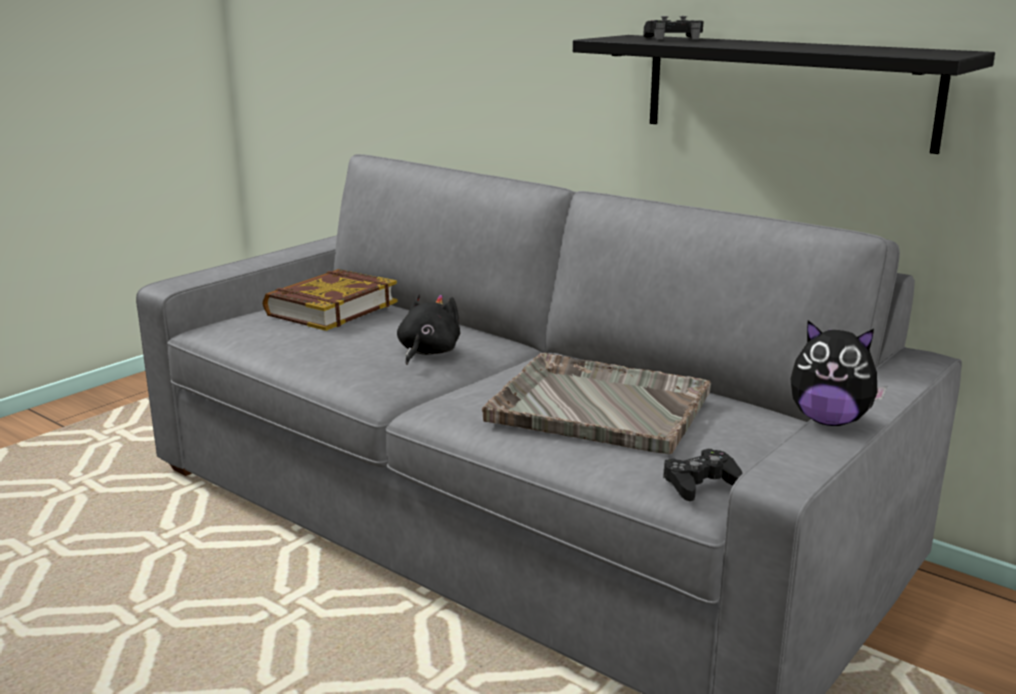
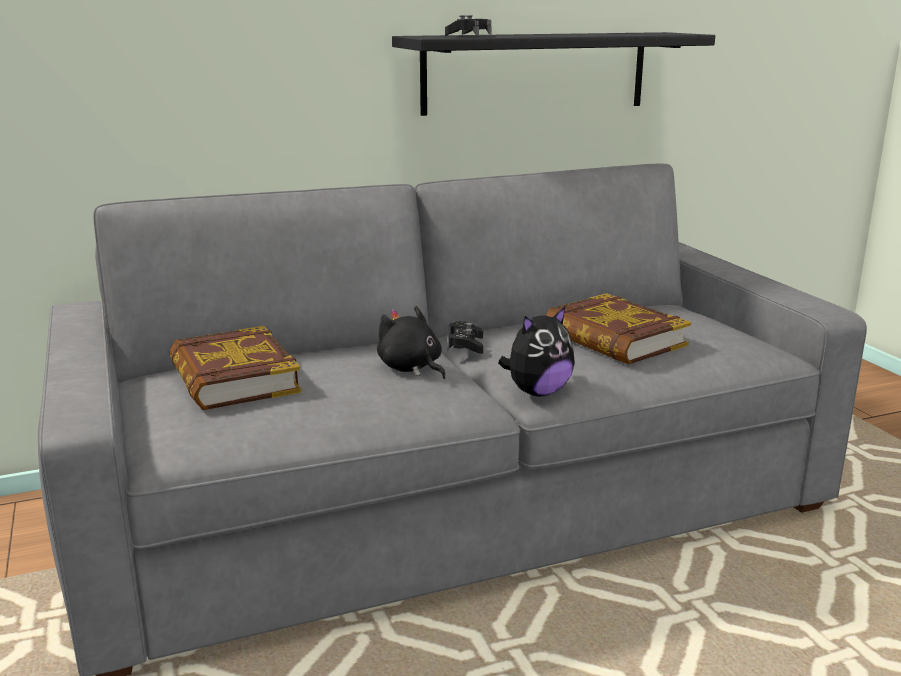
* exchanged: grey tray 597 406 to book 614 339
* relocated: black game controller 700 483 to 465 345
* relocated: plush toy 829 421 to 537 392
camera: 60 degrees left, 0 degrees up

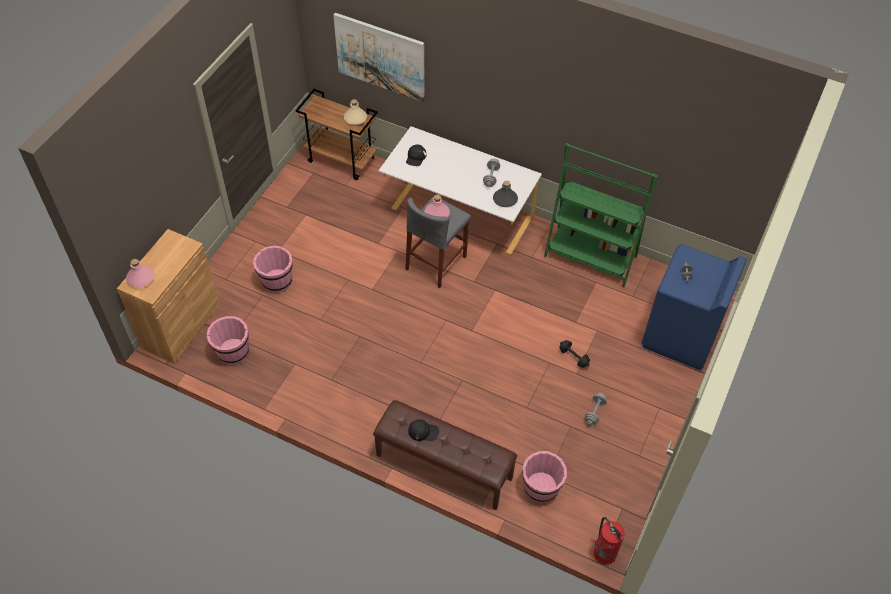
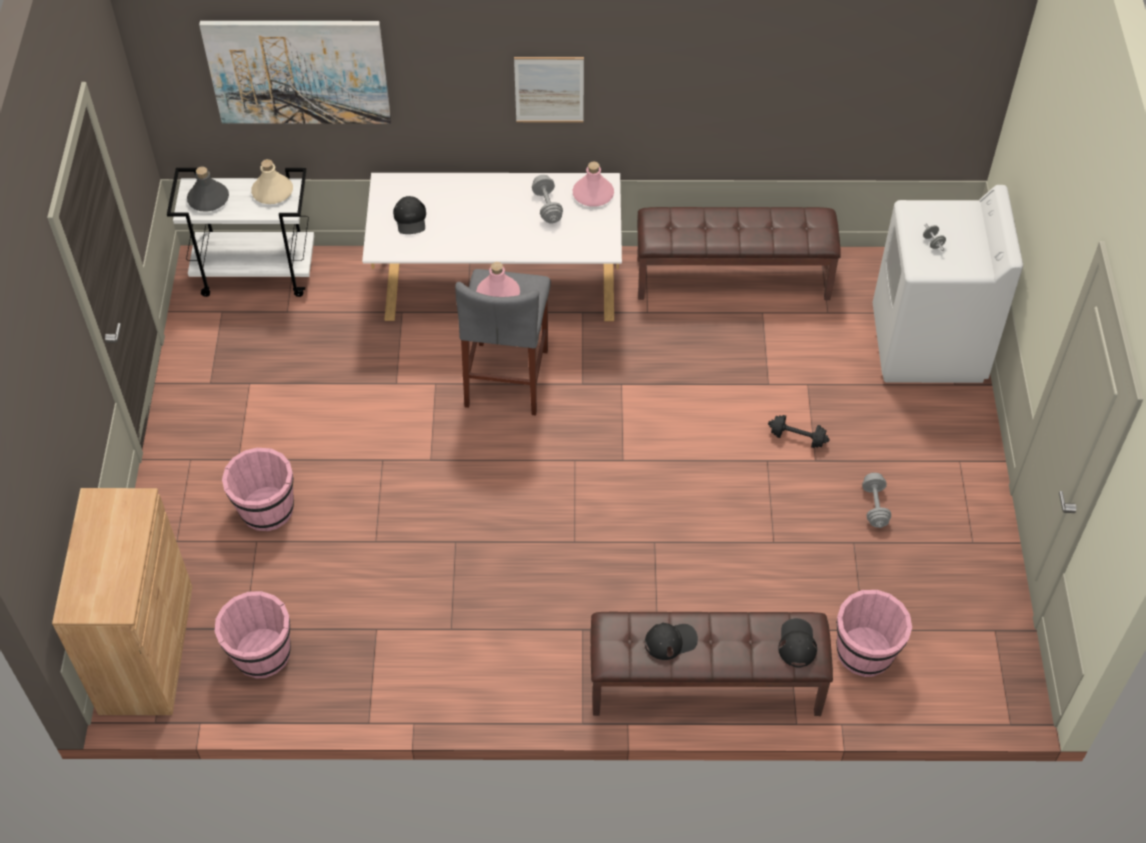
* relocated: pink bottle 140 278 to 593 194
* colour: brown cart 342 159 to white cart 257 272
* relocated: grey bottle 505 199 to 209 199
* exchanged: green bookcase 590 256 to brown bench 733 277
* missing: fire extinguisher 604 553
* colour: blue washing machine 680 336 to white washing machine 928 344
* appeared: picture 549 89
* appeared: black cap 797 643
camera: 25 degrees left, 0 degrees up

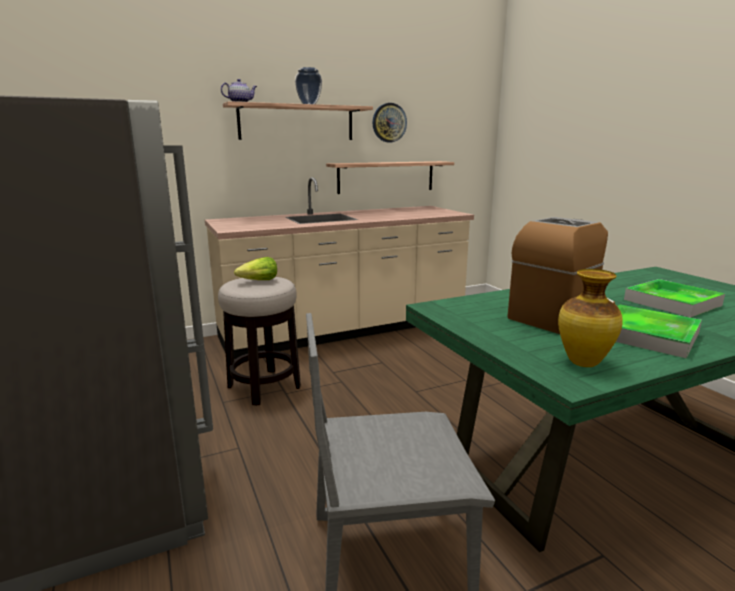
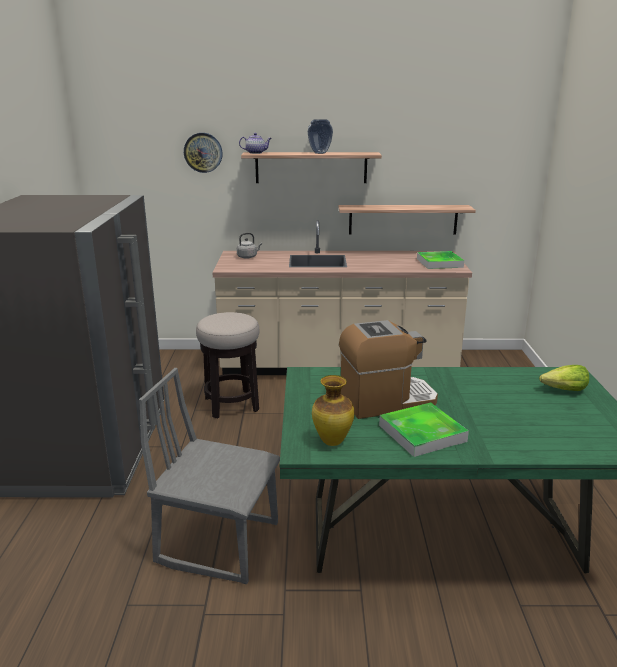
* relocated: lettuce 259 281 to 564 390
* relocated: wall clock 389 122 to 203 152
* relocated: tray 672 302 to 439 263
* appeared: grey kettle 248 257
camera: 25 degrees right, 5 degrees up

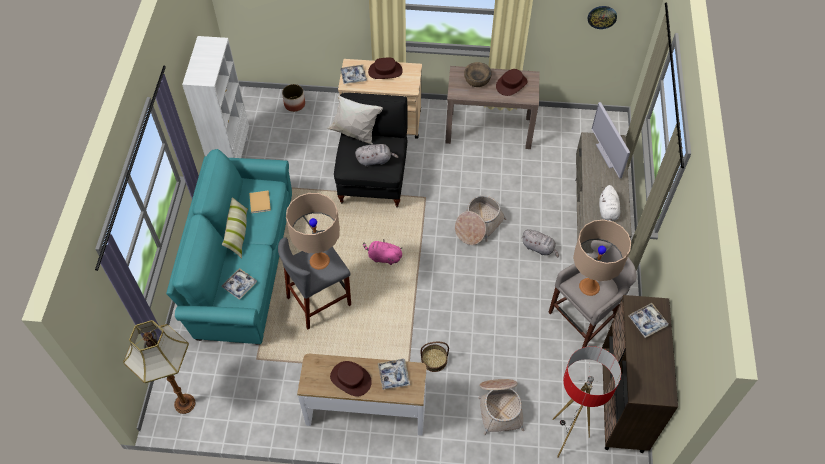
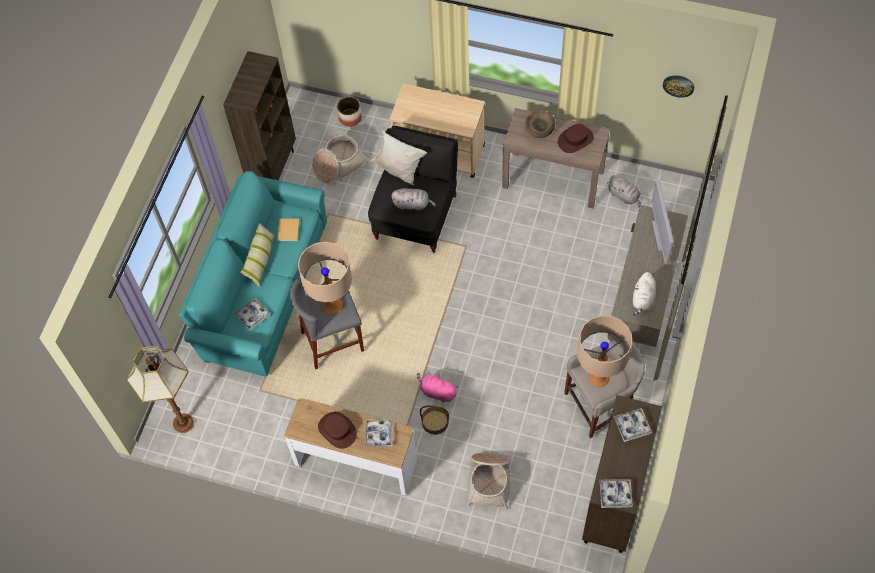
* colour: white bookcase 231 156 to brown bookcase 273 168
* relocated: tray 353 76 to 615 495
* relocated: pink plush toy 383 257 to 437 392
* missing: brown hat 385 71
* relocated: basket 478 225 to 338 164
* relocated: grey plush toy 539 248 to 624 196
* missing: floor lamp 566 437
camera: 15 degrees right, 5 degrees up

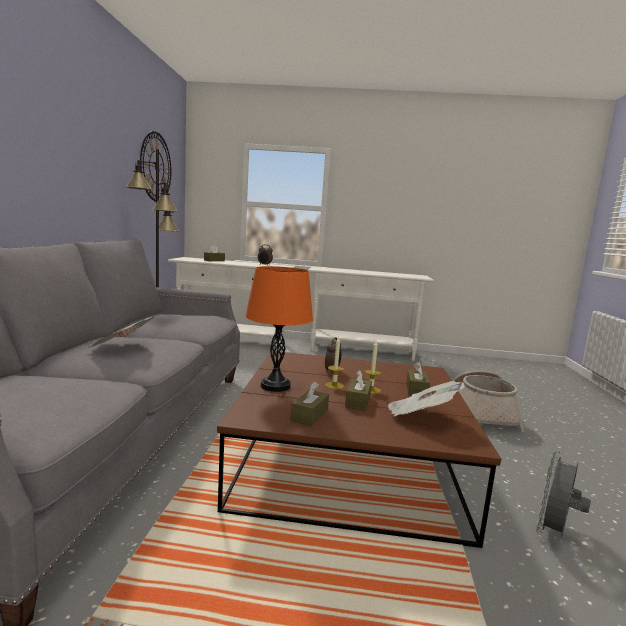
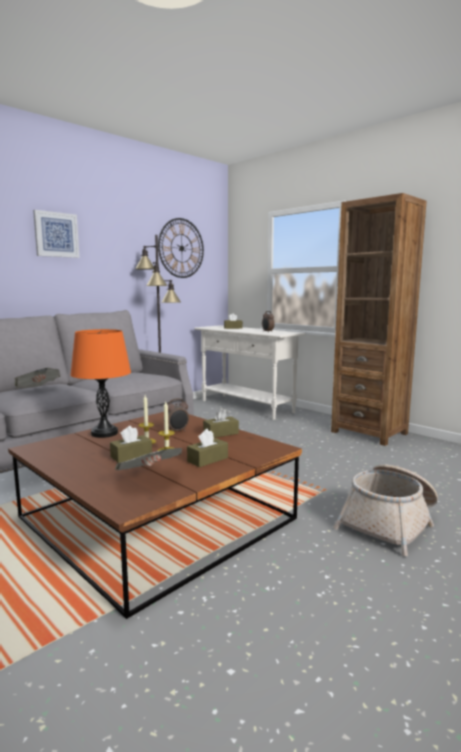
* relocated: brown tissue box 309 415 to 221 433
* exchanged: white console table 362 351 to brown bookcase 369 432
* missing: grey fan 553 533
* appeared: picture 56 234
camera: 40 degrees right, 0 degrees up

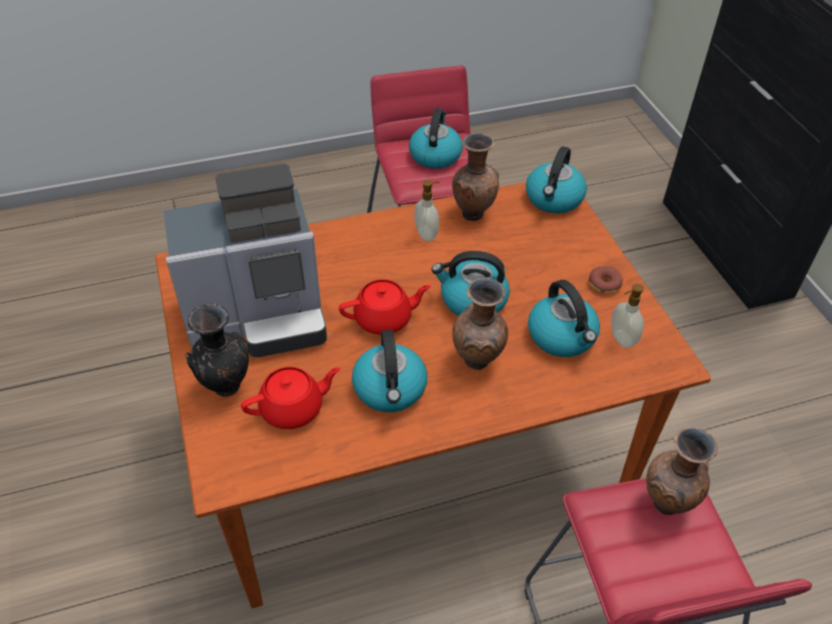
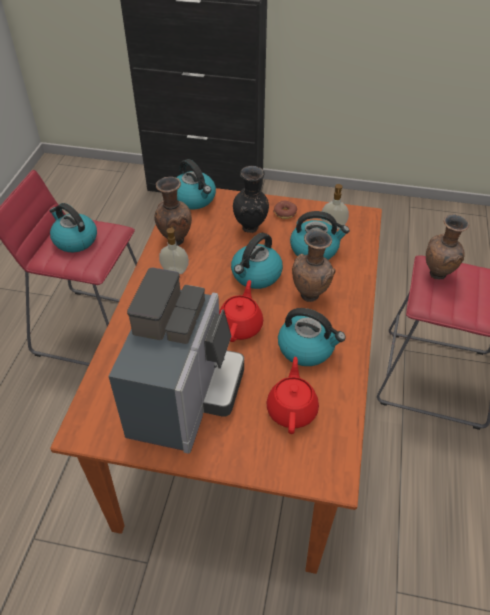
* relocated: black vase 226 389 to 251 229
camera: 60 degrees left, 0 degrees up

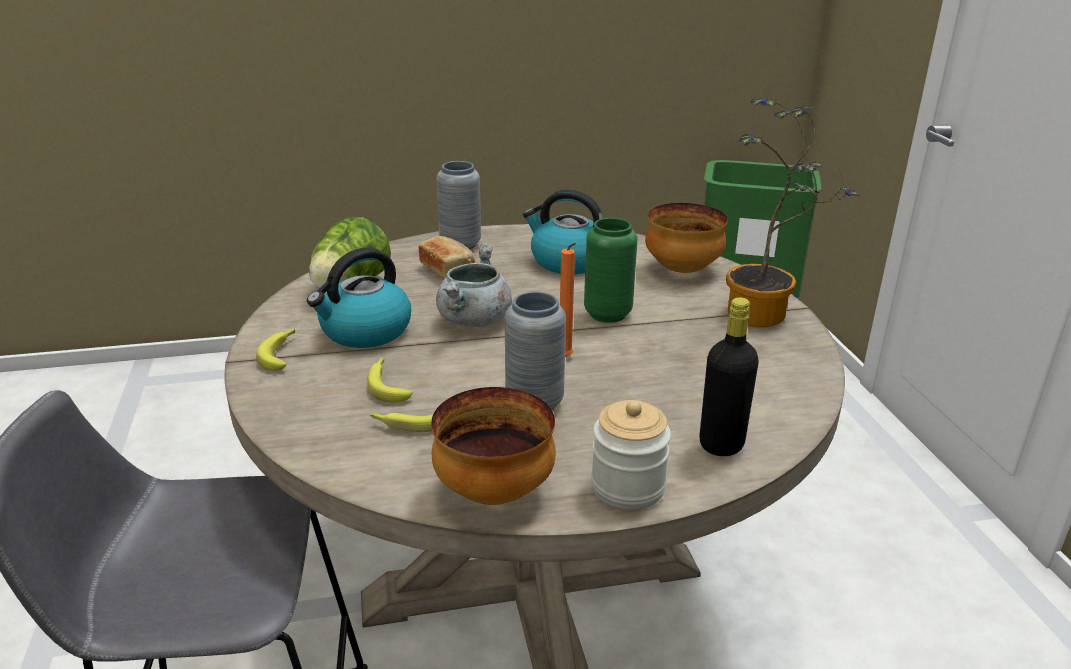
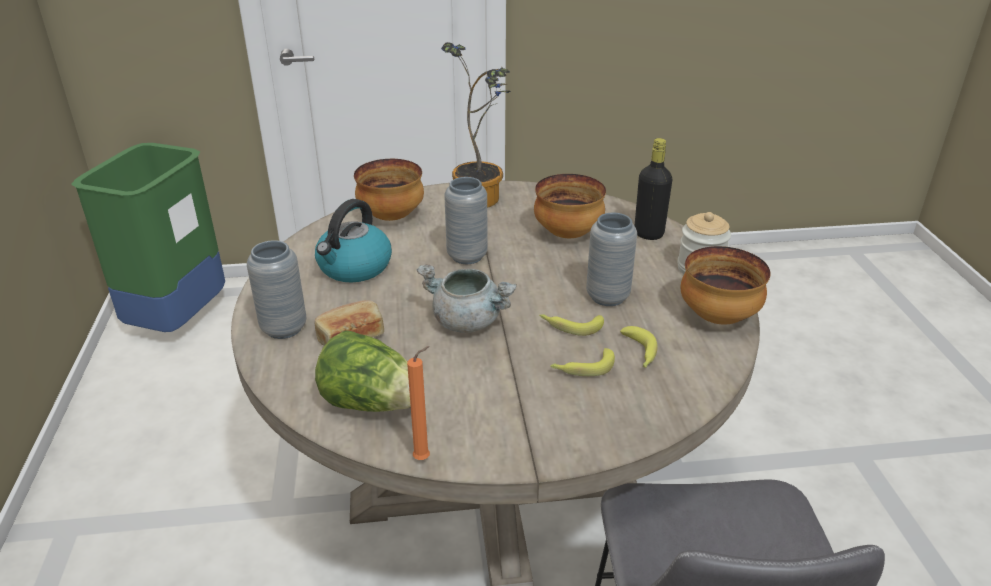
* relocated: banana 282 353 to 570 326
* missing: kettle 365 331
* relocated: orange candle 566 358 to 424 458
* colour: green vase 607 314 to grey vase 467 256
* appeared: bowl 568 234
camera: 85 degrees left, 5 degrees up

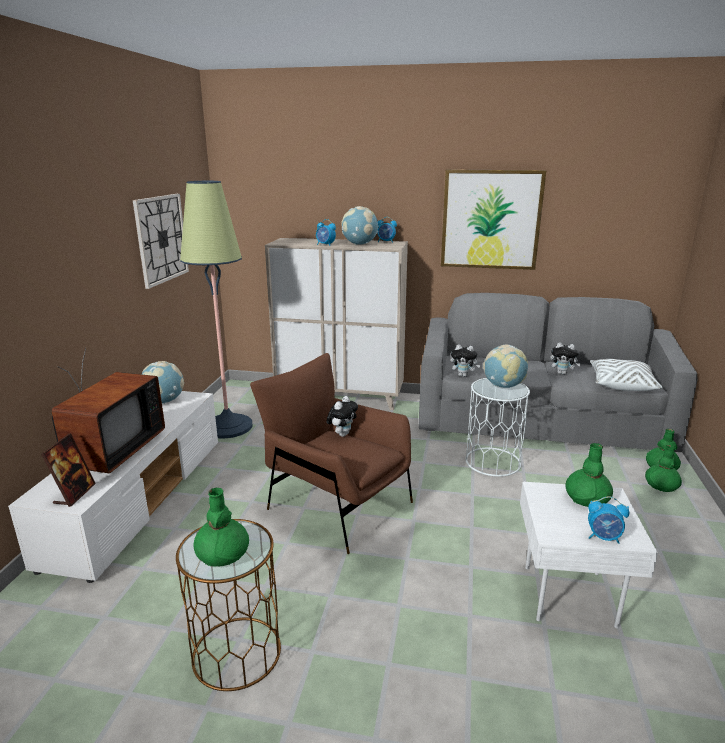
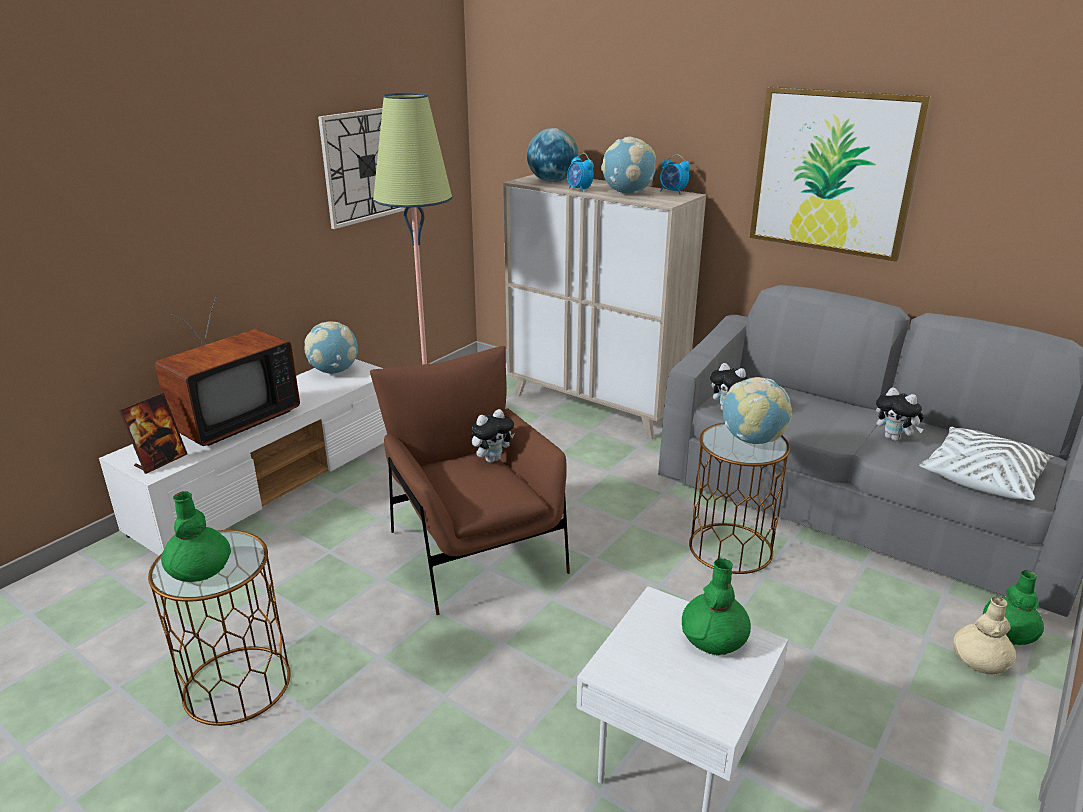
* colour: white side table 492 461 to brown side table 730 548
* missing: alarm clock 603 537
* colour: green vase 661 485 to beige vase 979 660
* appeared: globe 552 181
camera: 25 degrees right, 5 degrees up

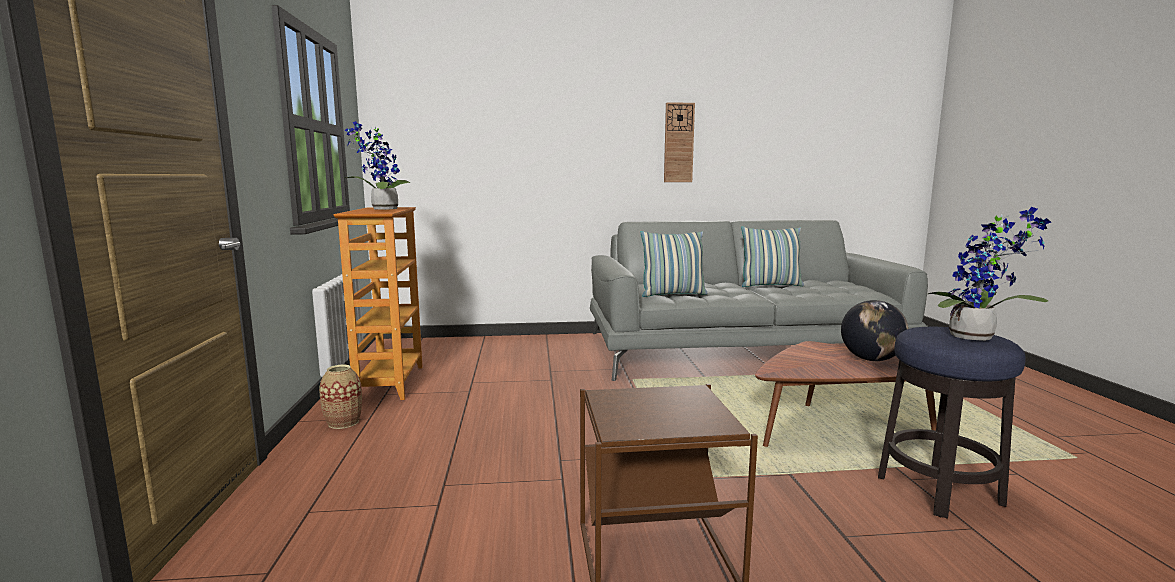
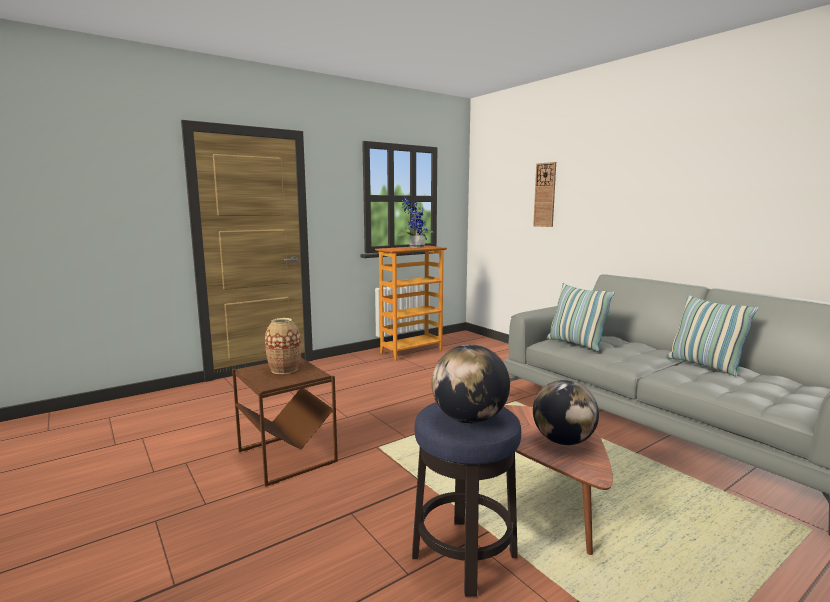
* relocated: vase 343 422 to 284 369
* relocated: wall clock 678 143 to 545 195
* exchanged: potted plant 977 337 to globe 469 419
camera: 60 degrees right, 0 degrees up

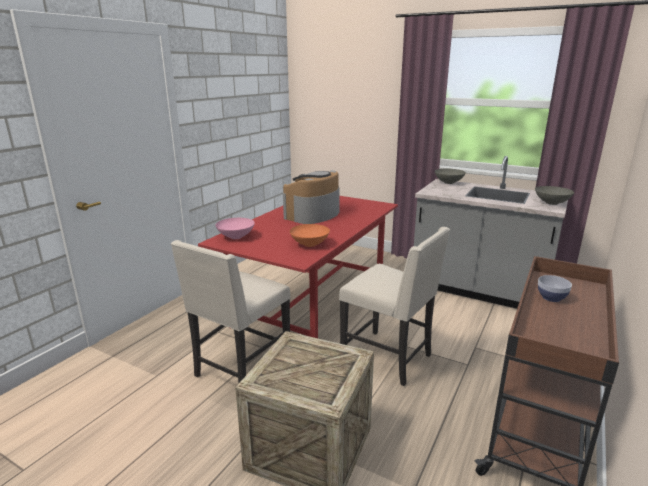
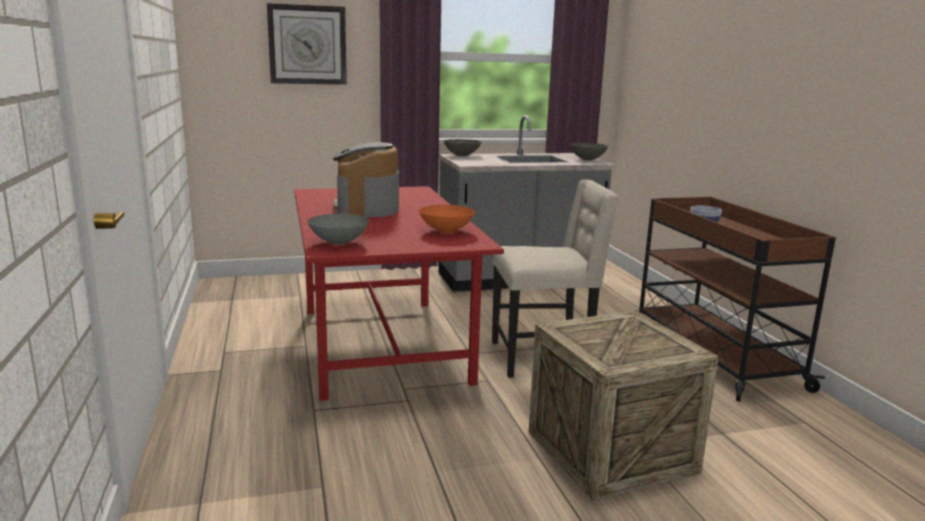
* missing: beige chair 241 369
* colour: pink bowl 236 237 to grey bowl 339 242
* appeared: wall clock 307 45
camera: 45 degrees left, 5 degrees down

